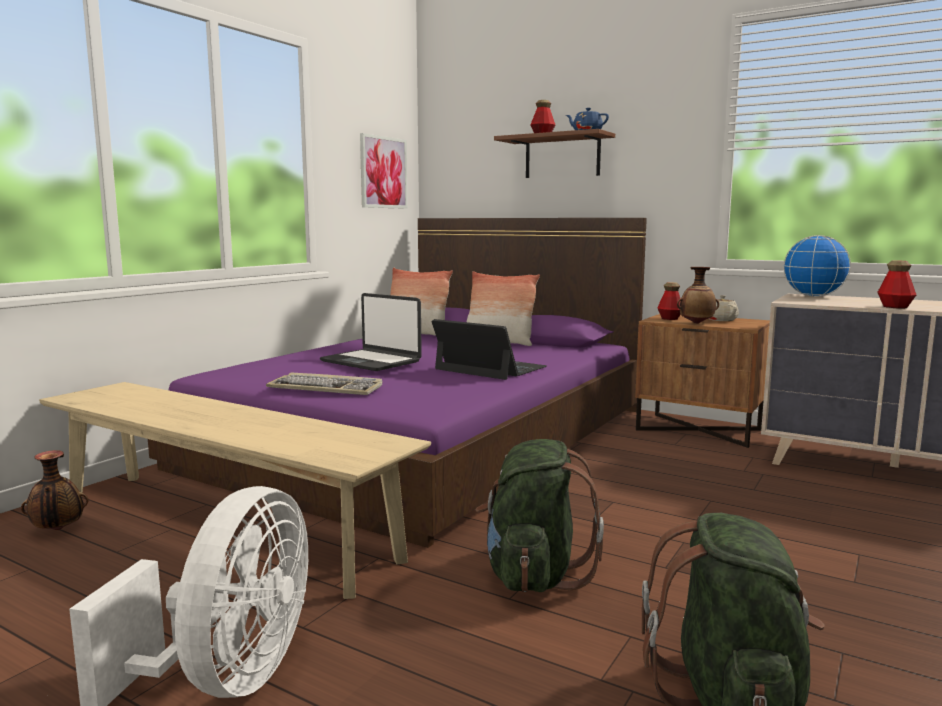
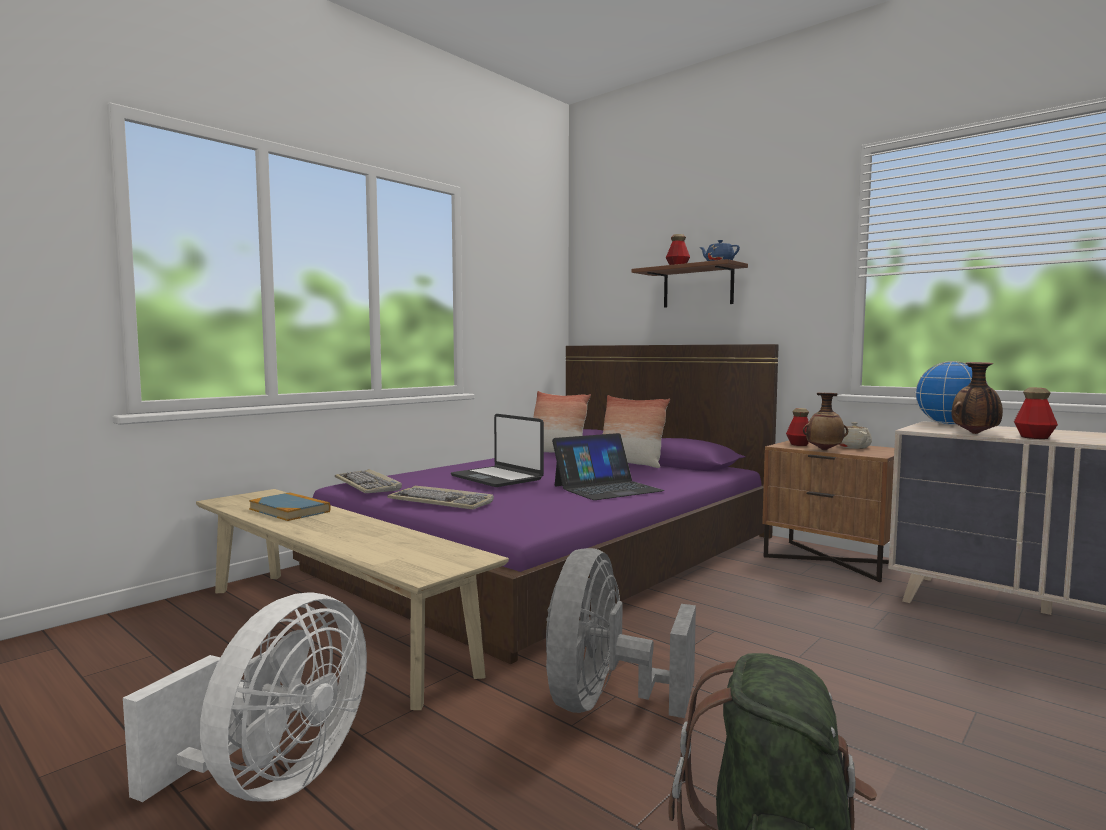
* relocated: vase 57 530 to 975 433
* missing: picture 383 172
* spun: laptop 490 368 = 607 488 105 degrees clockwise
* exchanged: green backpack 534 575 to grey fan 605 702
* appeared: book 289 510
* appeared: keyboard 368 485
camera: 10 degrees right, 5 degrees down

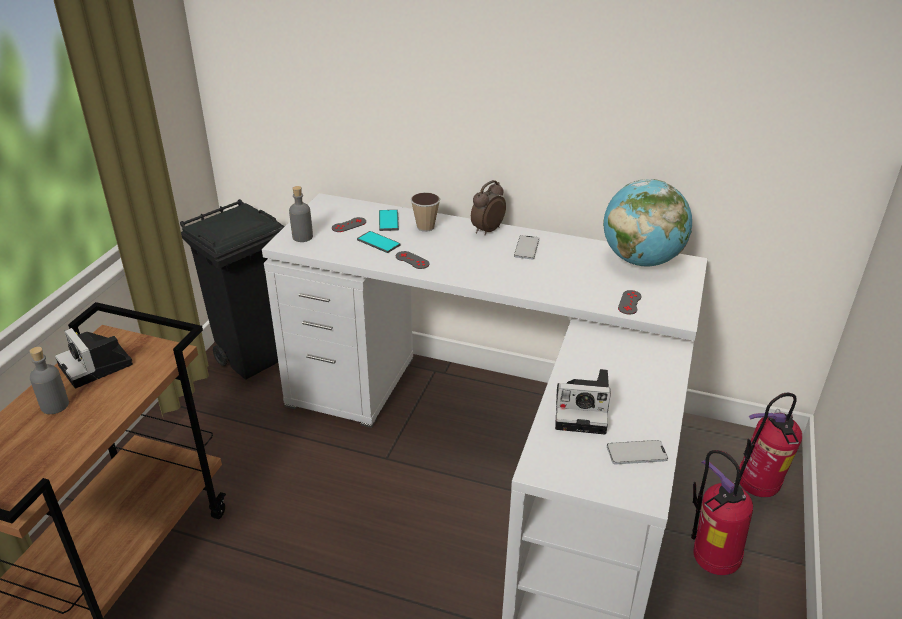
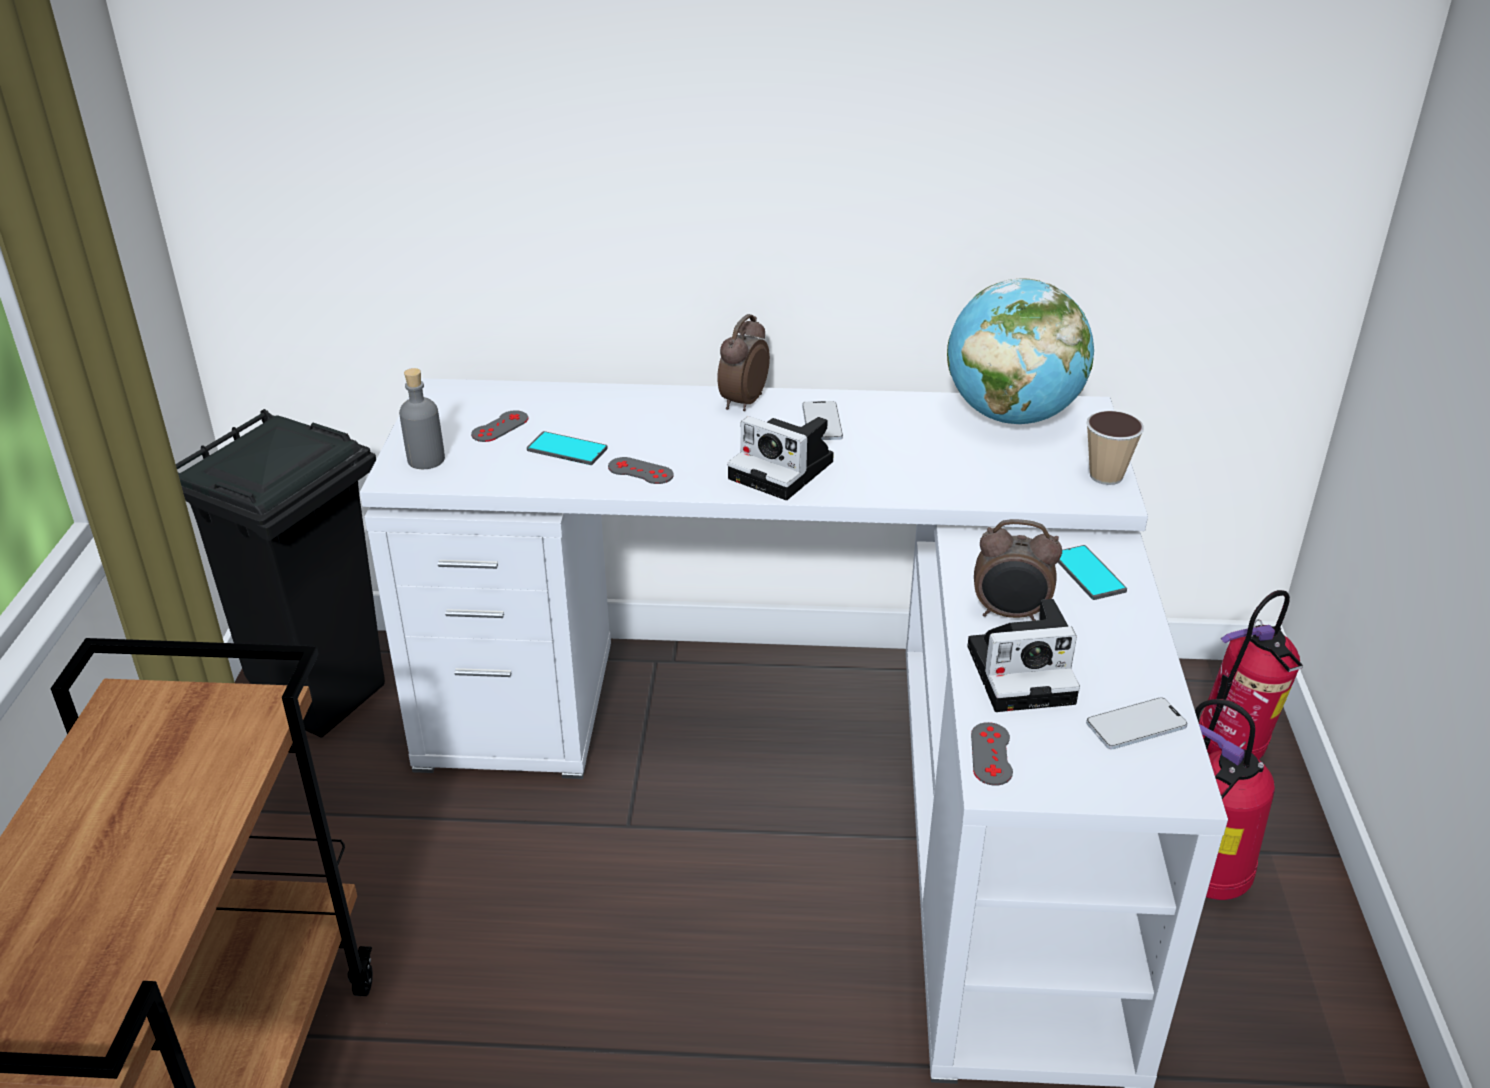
* missing: grey bottle 55 405
* relocated: photo camera 97 366 to 785 471
* relocated: phone 388 221 to 1088 573
* relocated: cup 425 227 to 1106 476
* relocated: grey game controller 629 302 to 991 754
* appeared: alarm clock 1010 614
camera: 15 degrees left, 0 degrees up

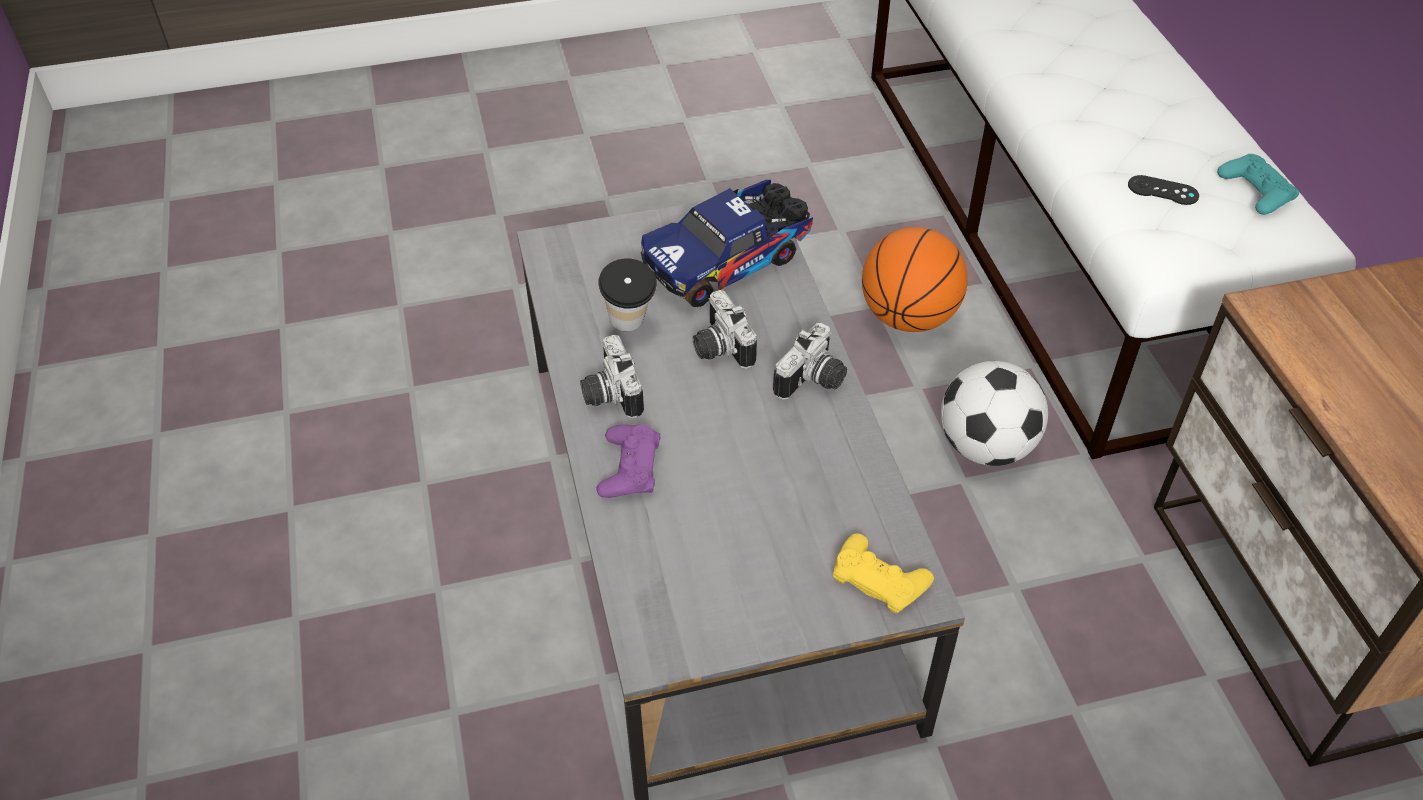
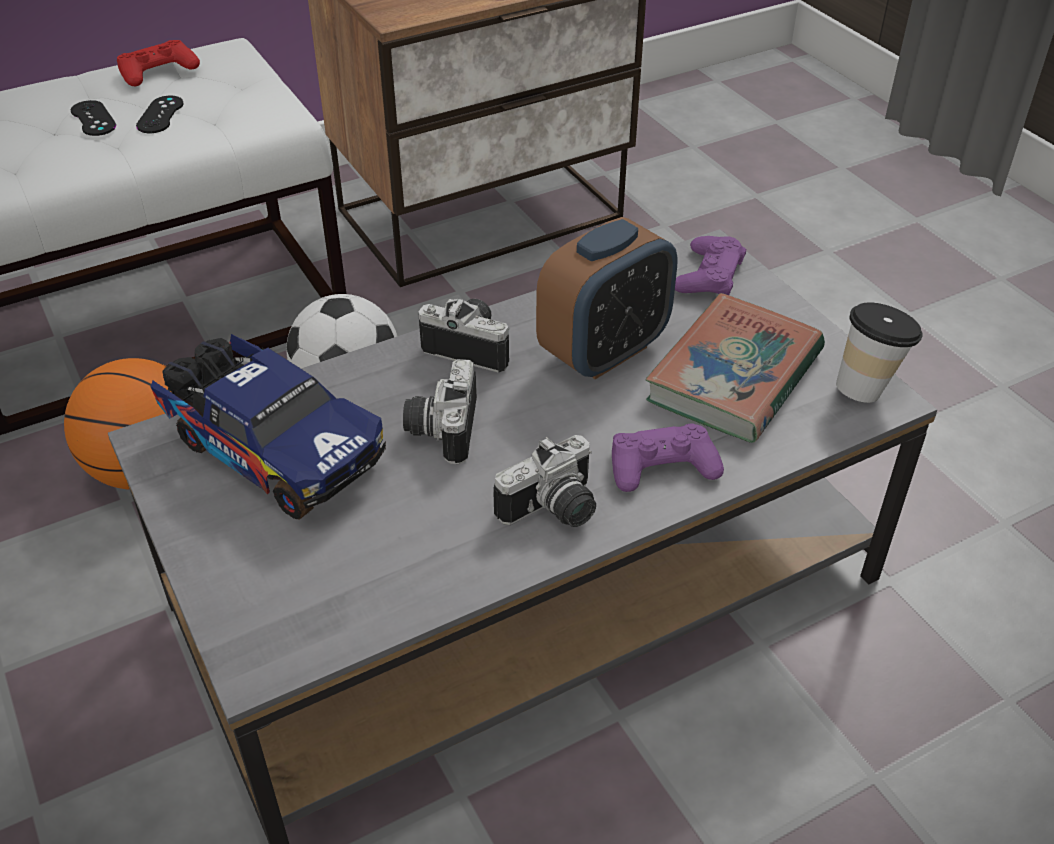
* relocated: cup 630 328 to 867 387
* spun: photo camera 718 348 = 440 428 135 degrees clockwise
* colour: yellow game controller 879 579 to purple game controller 709 275
* colour: turquoise game controller 1256 190 to red game controller 157 71
* appeared: black game controller 93 118
* appeared: alarm clock 604 352
* appeared: book 734 376
camera: 105 degrees left, 5 degrees down

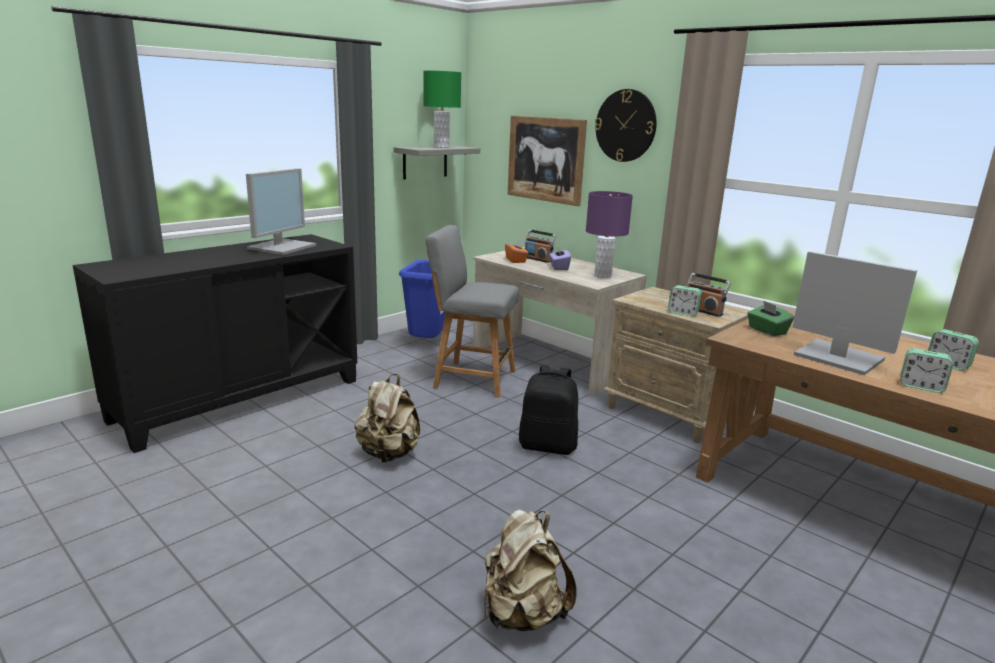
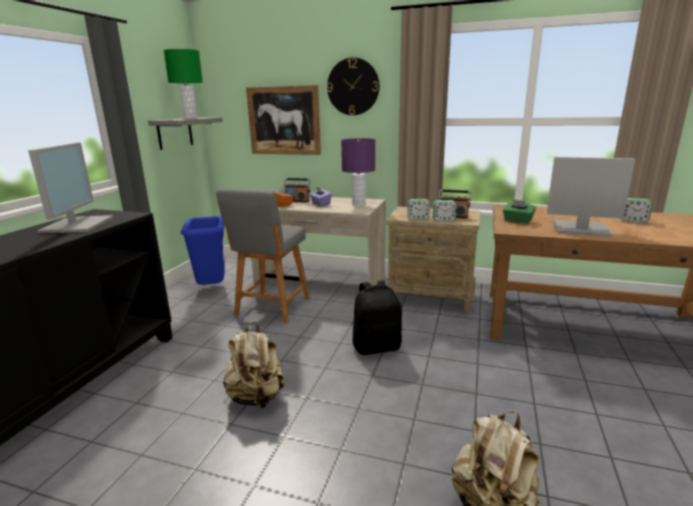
* spun: grey chair 471 378 = 271 308 60 degrees counterclockwise
* relocated: alarm clock 921 386 to 418 218
camera: 25 degrees left, 0 degrees up

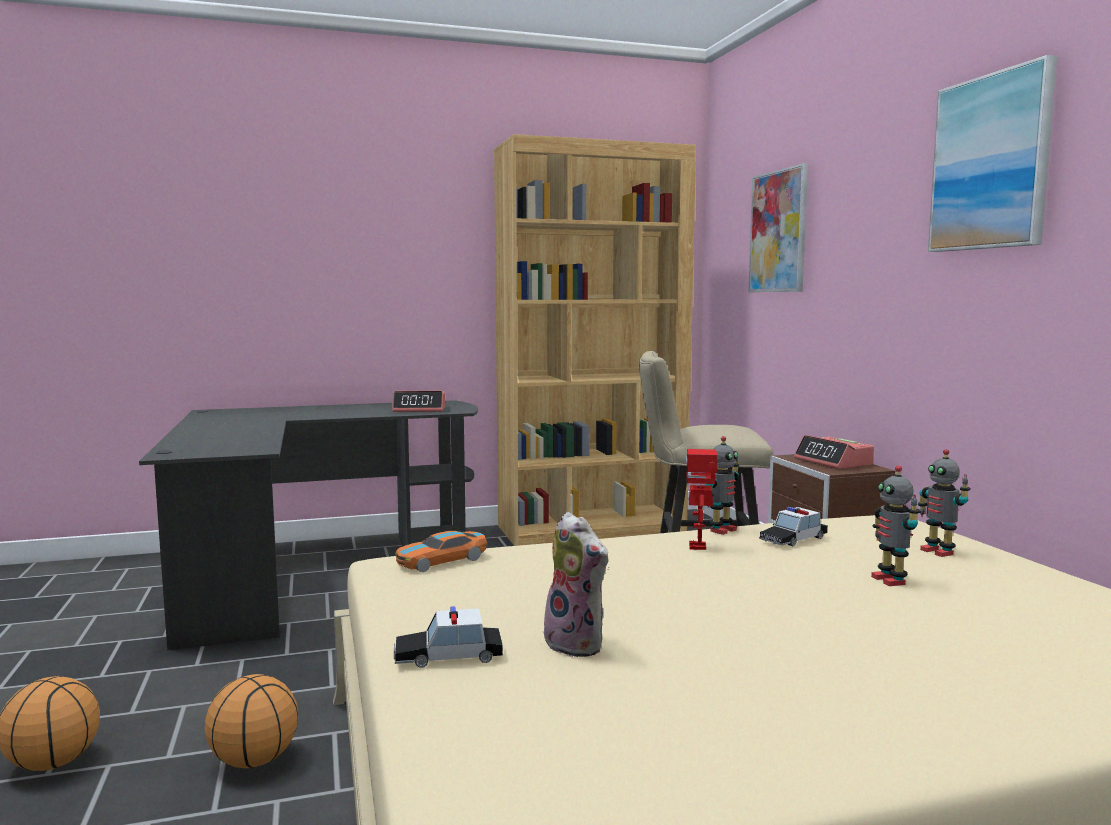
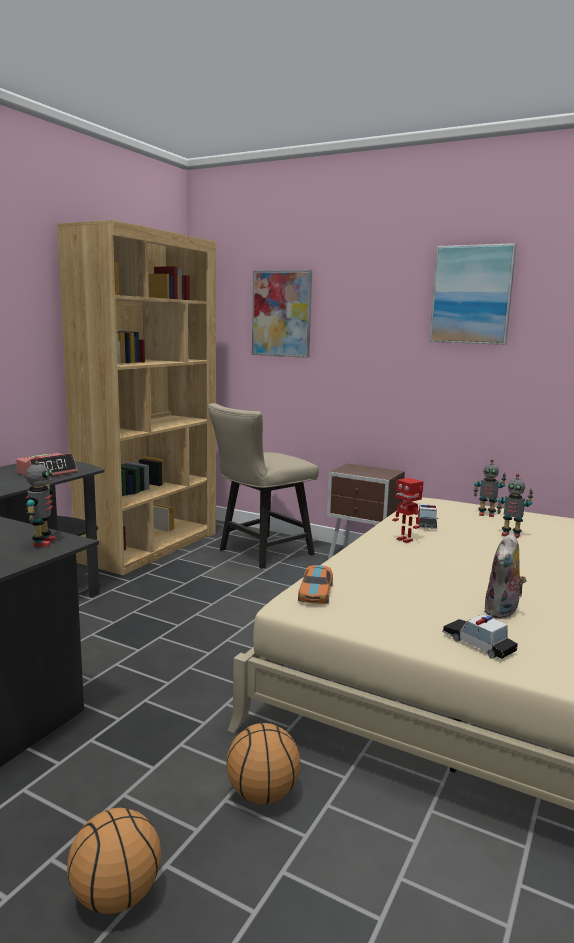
* spun: toy car 448 656 = 478 644 105 degrees clockwise
* spun: plush toy 578 644 = 502 612 120 degrees clockwise
* relocated: toy robot 721 530 to 42 542
* missing: alarm clock 833 462
camera: 45 degrees left, 5 degrees up

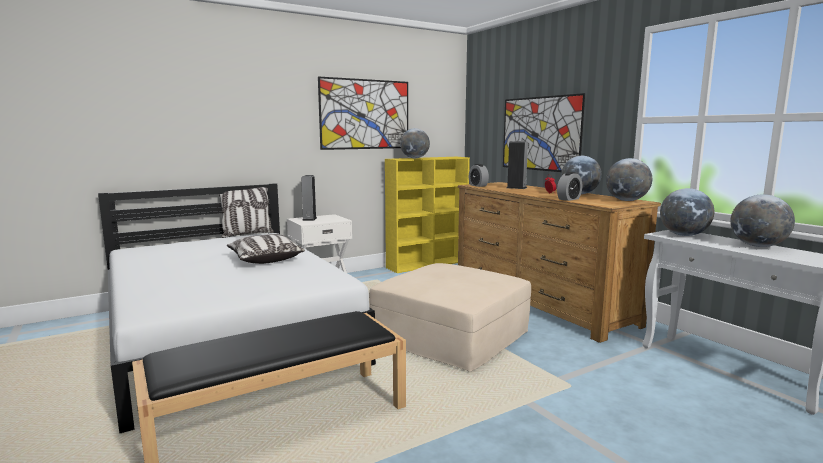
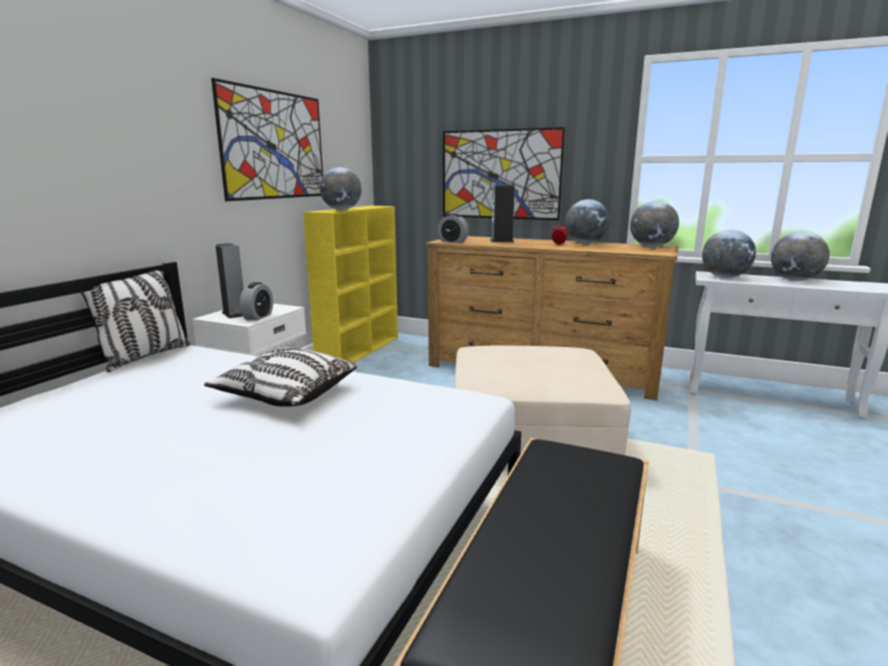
* relocated: alarm clock 569 199 to 258 317
camera: 35 degrees left, 5 degrees up

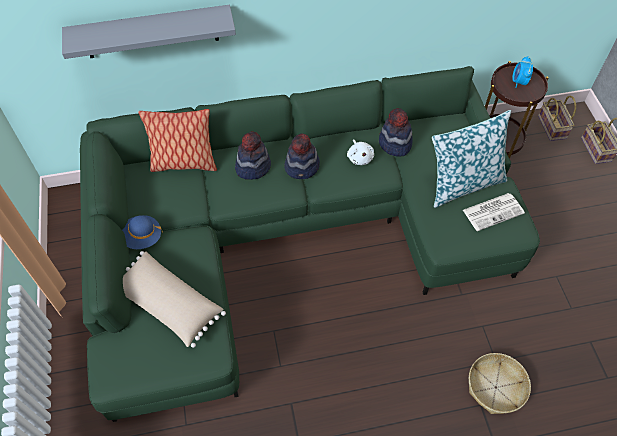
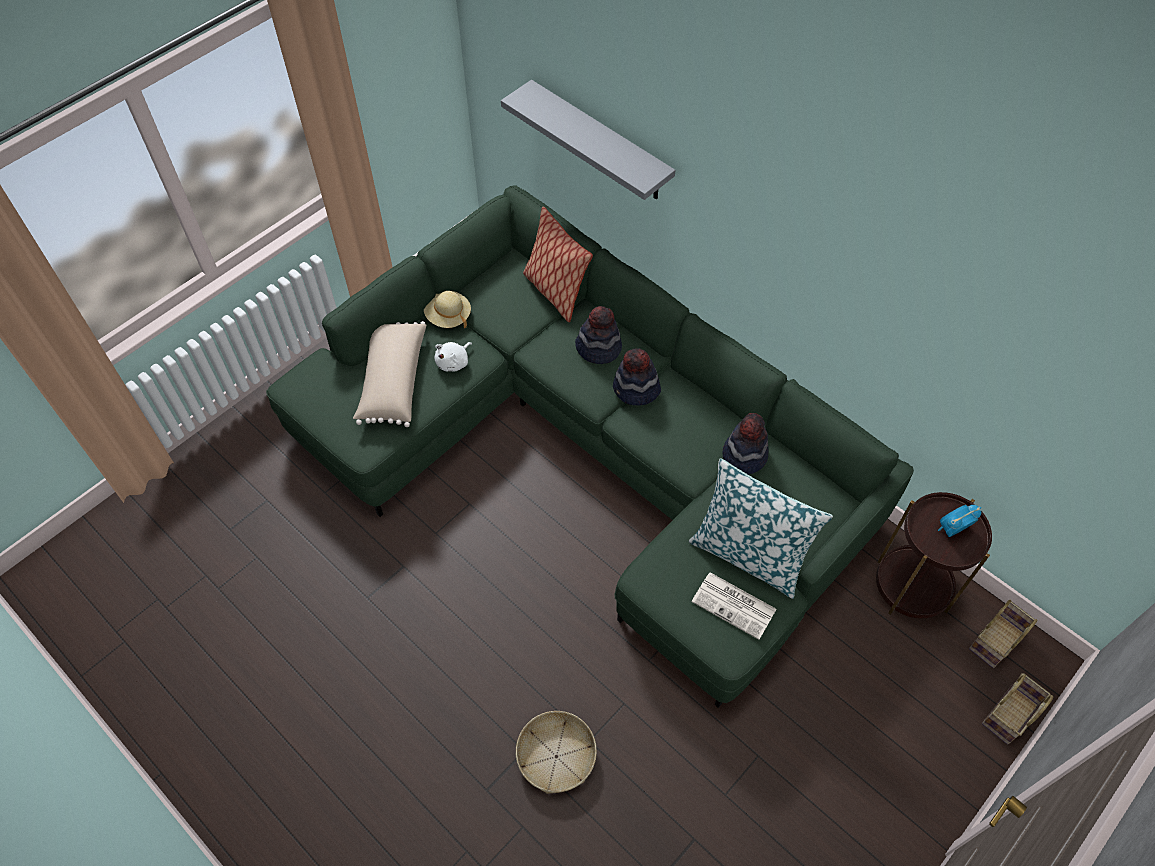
* colour: blue hat 142 237 to beige hat 448 316
* relocated: white plush toy 360 157 to 454 362
camera: 55 degrees right, 0 degrees up

